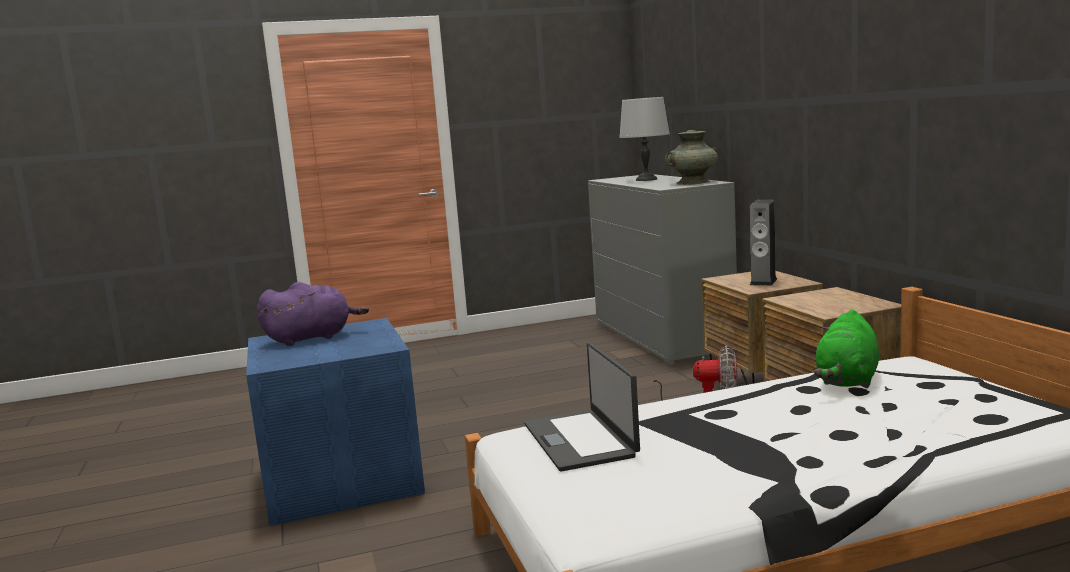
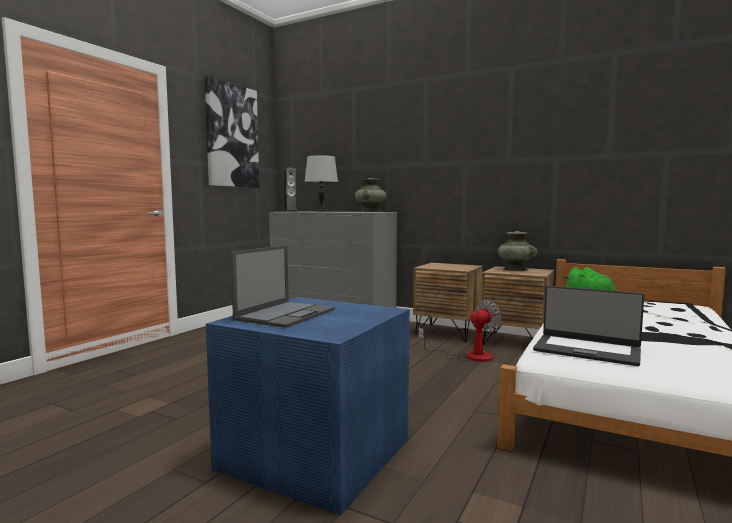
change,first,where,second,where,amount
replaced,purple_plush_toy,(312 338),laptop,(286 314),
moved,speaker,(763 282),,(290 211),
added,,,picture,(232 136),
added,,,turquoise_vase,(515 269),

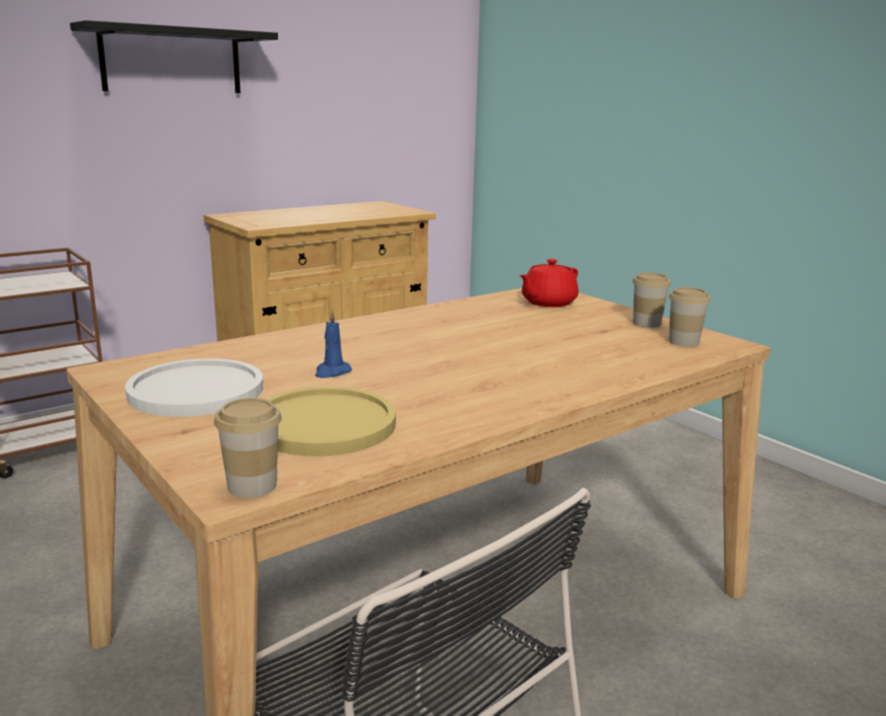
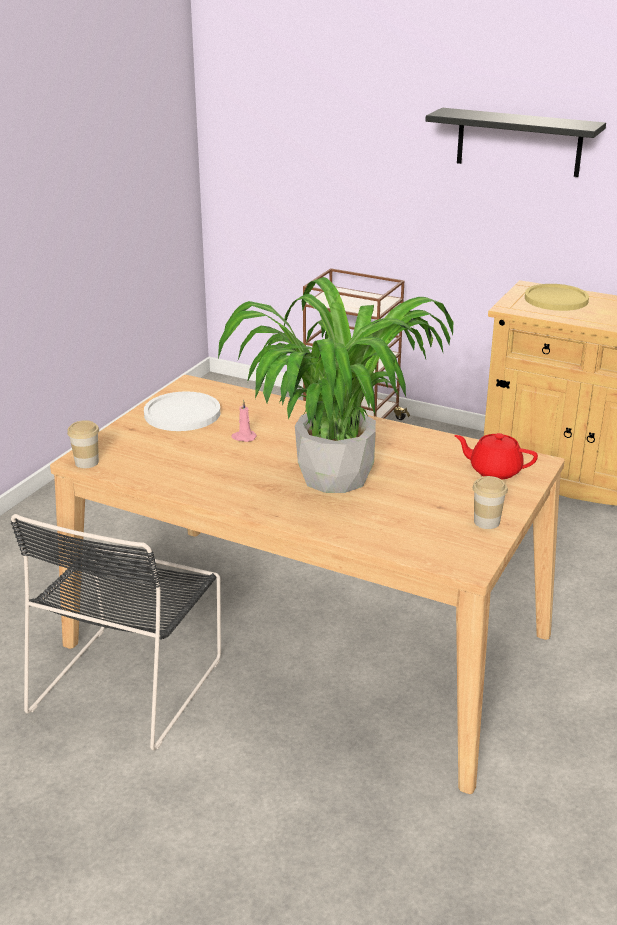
change,first,where,second,where,amount
moved,yellow_plate,(324 424),,(556 299),
recoloured,blue_candle,(332 372),pink_candle,(243 437),
removed,cup,(683 342),,,
added,,,potted_plant,(333 477),

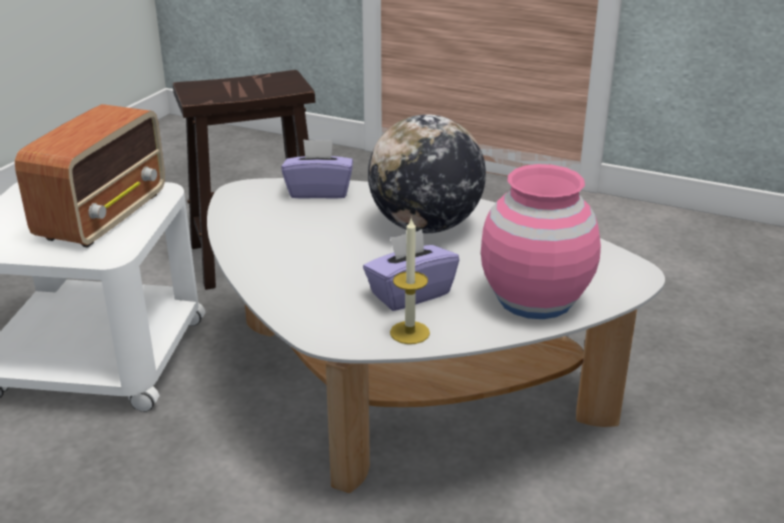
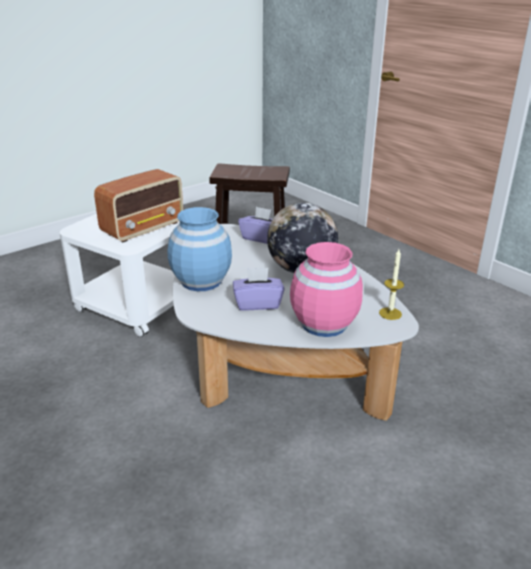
change,first,where,second,where,amount
moved,candle,(409 332),,(390 313),
added,,,blue_vase,(201 281),

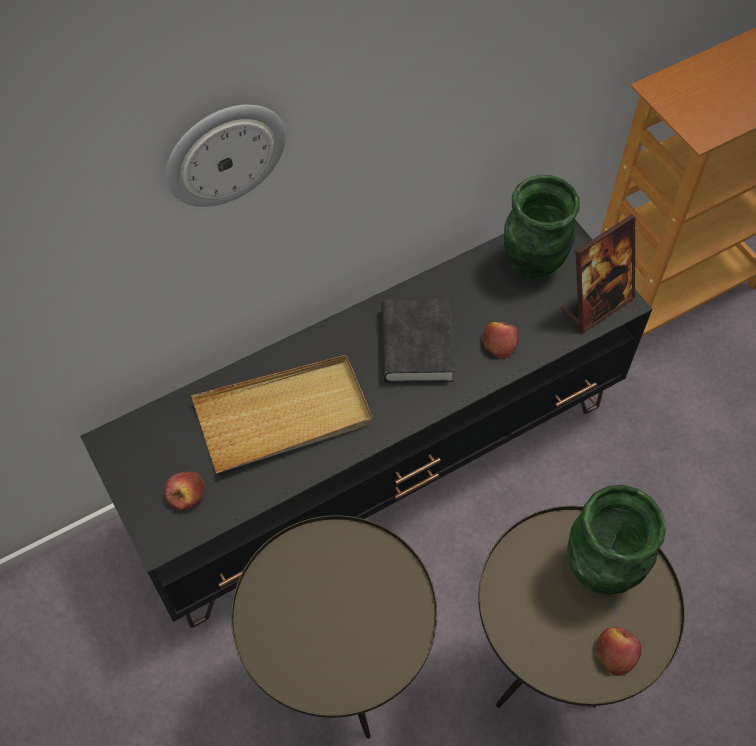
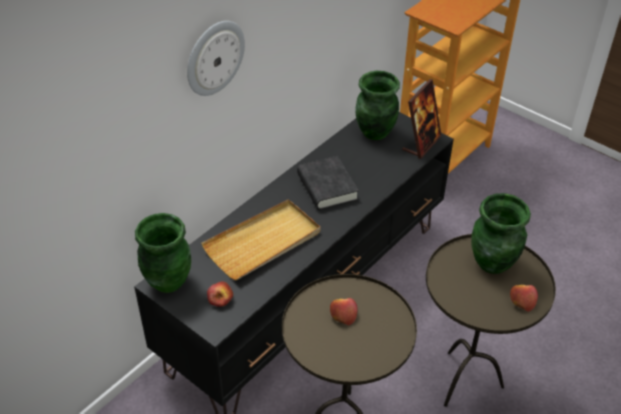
change,first,where,second,where,amount
moved,apple,(499 343),,(343 314),
added,,,green_vase,(168 281),

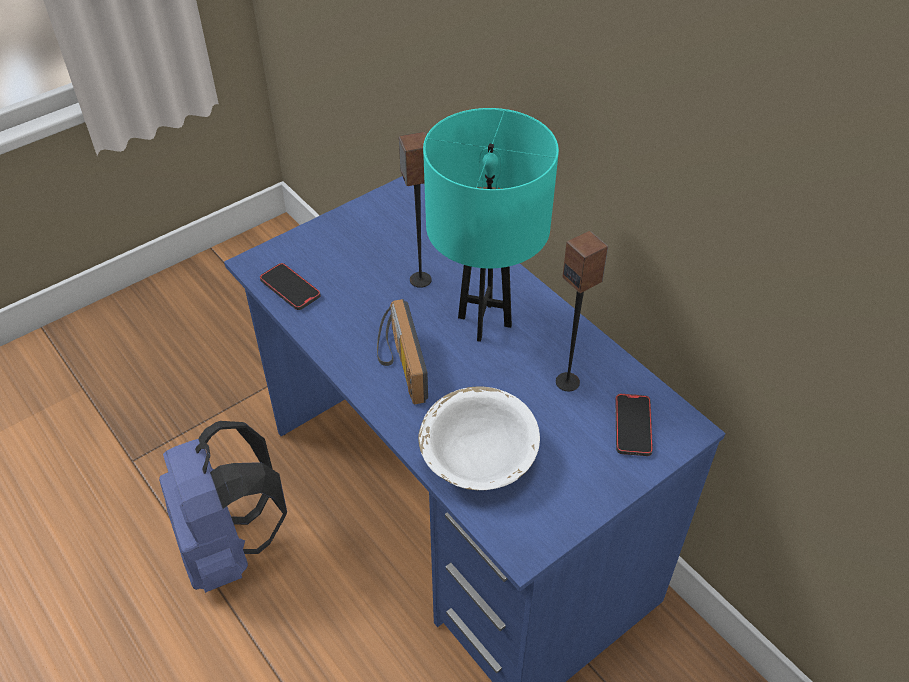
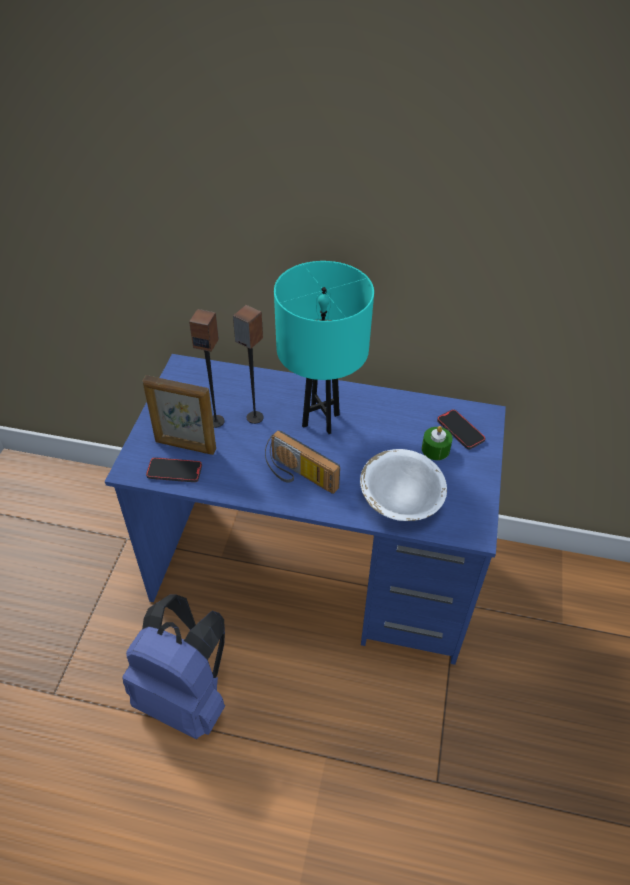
change,first,where,second,where,amount
moved,speaker,(568 382),,(216 421),
added,,,picture_frame,(185 446),
added,,,green_candle,(435 449),

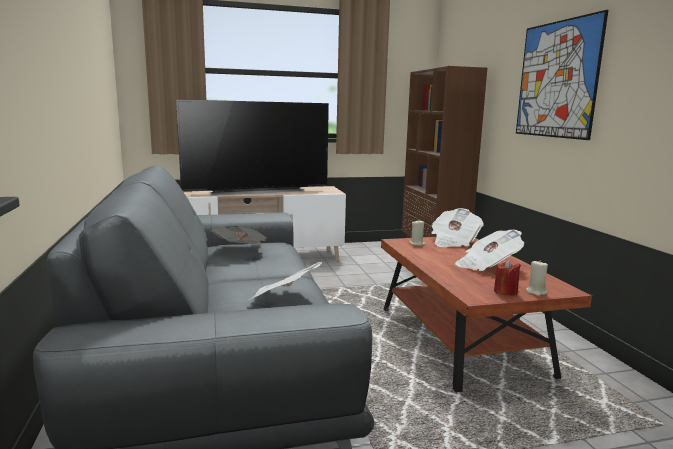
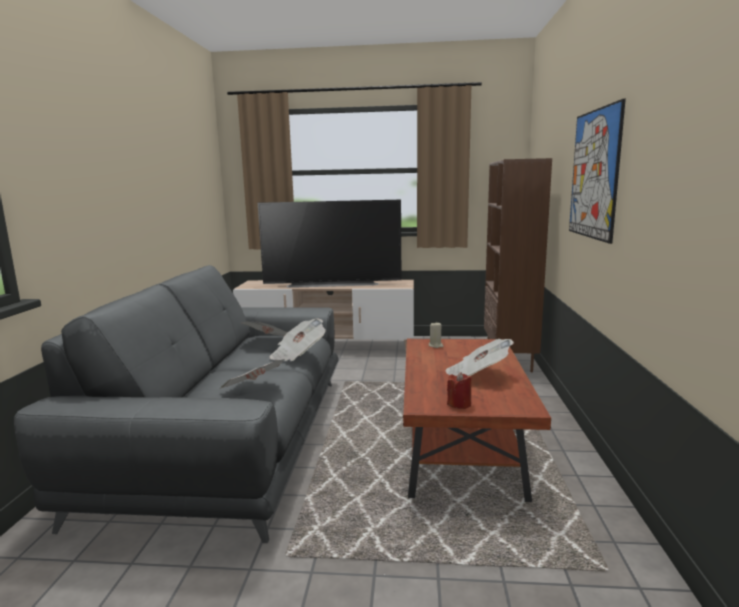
change,first,where,second,where,amount
moved,newspaper,(453 242),,(298 354),
removed,beige_candle,(536 292),,,

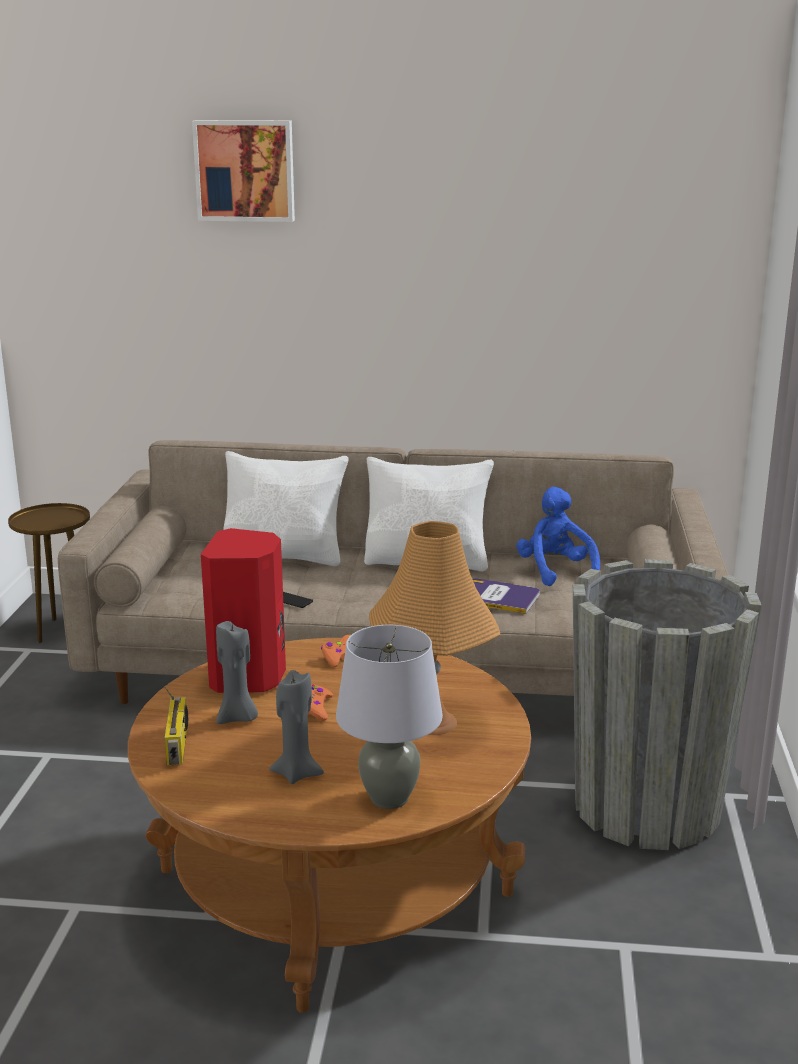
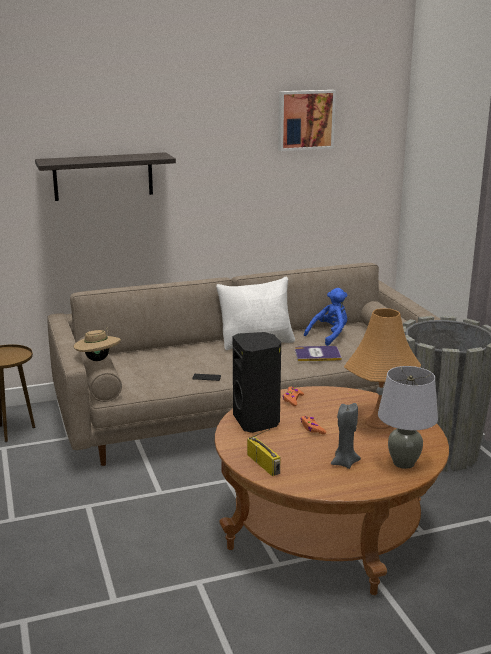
change,first,where,second,where,amount
moved,picture,(245 170),,(305 119),
recoloured,red_speaker,(249 678),black_speaker,(257 421),
removed,grey_candle,(238 718),,,
removed,white_pillow,(285 556),,,
turned,blue_plush_toy,(555 571),,(329 335),90 degrees clockwise
added,,,shelf,(103 176),
added,,,beige_hat,(98 359),

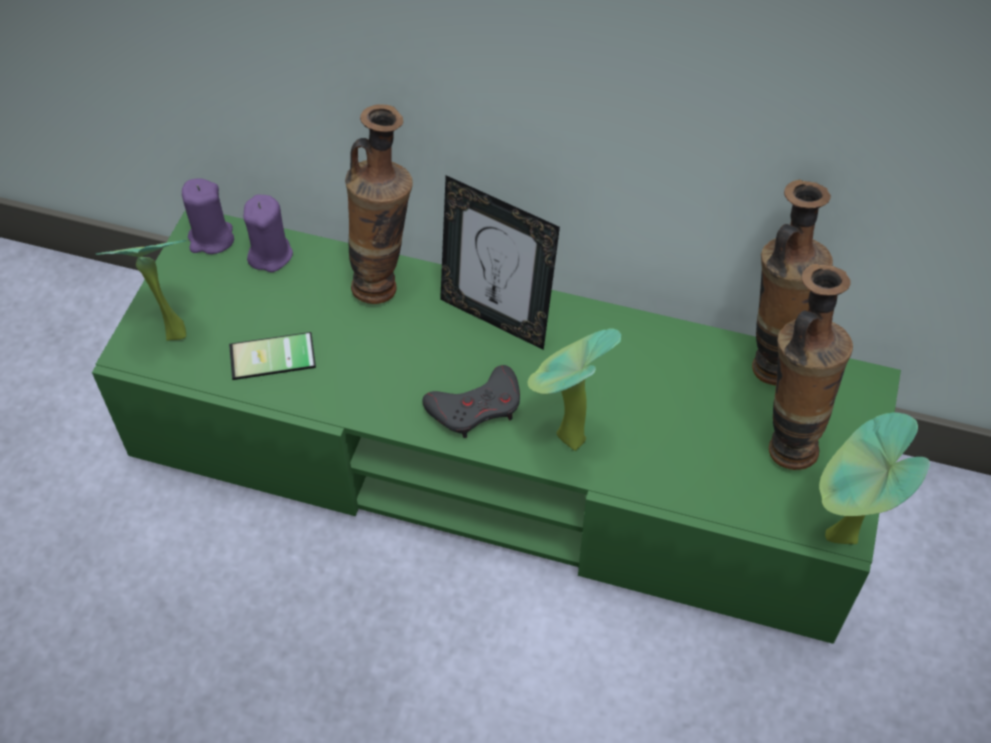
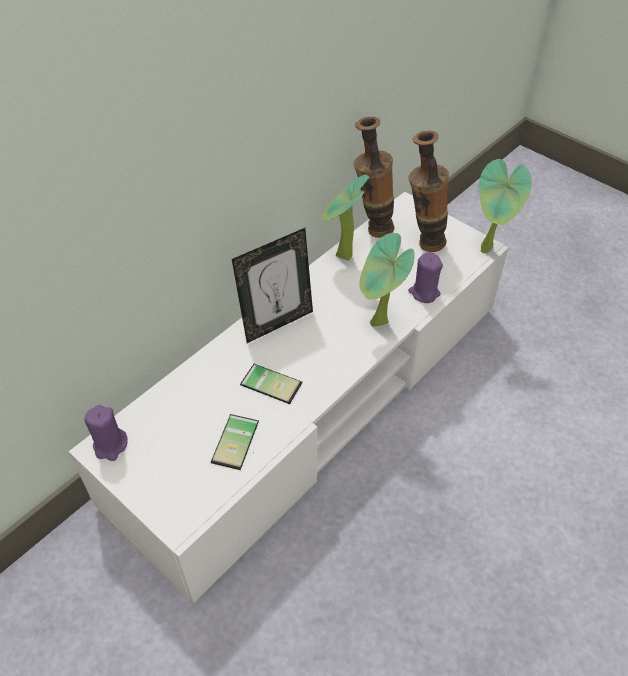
change,first,where,second,where,amount
recoloured,green_tv_stand,(496 460),white_tv_stand,(314 400),
moved,potted_plant,(170 329),,(341 258),
moved,purple_candle,(270 254),,(424 293),
removed,vase,(385 281),,,
removed,grey_game_controller,(476 407),,,
added,,,phone,(272 381),

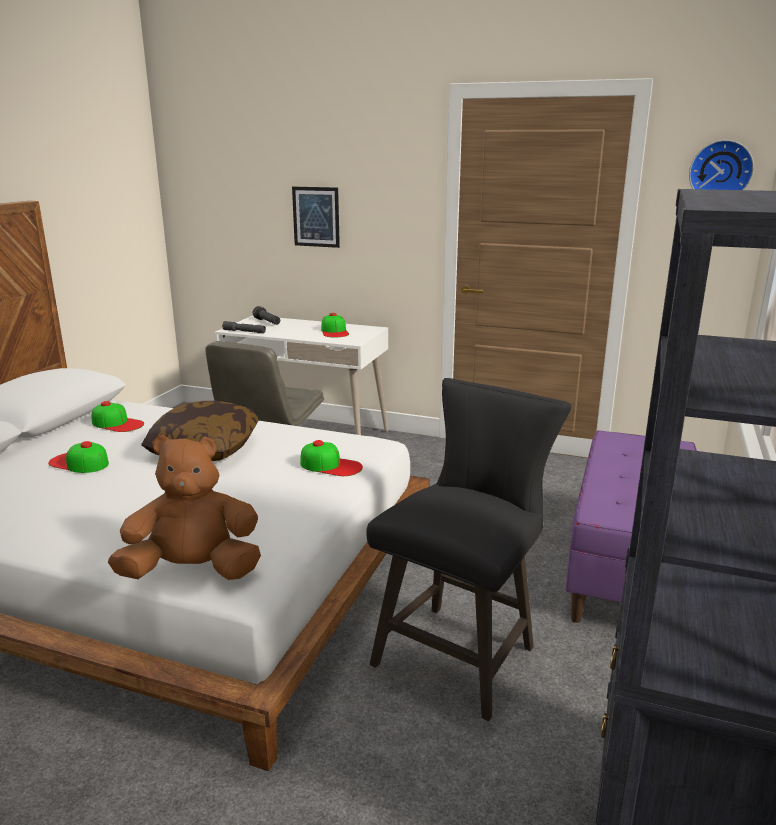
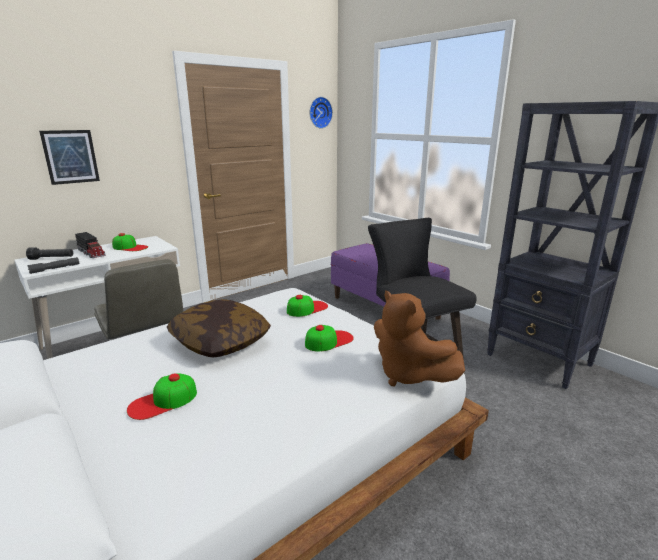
change,first,where,second,where,amount
moved,cap,(117 423),,(329 340),
turned,brown_plush_toy,(193 571),,(408 374),60 degrees counterclockwise
added,,,toy_truck,(91 253),

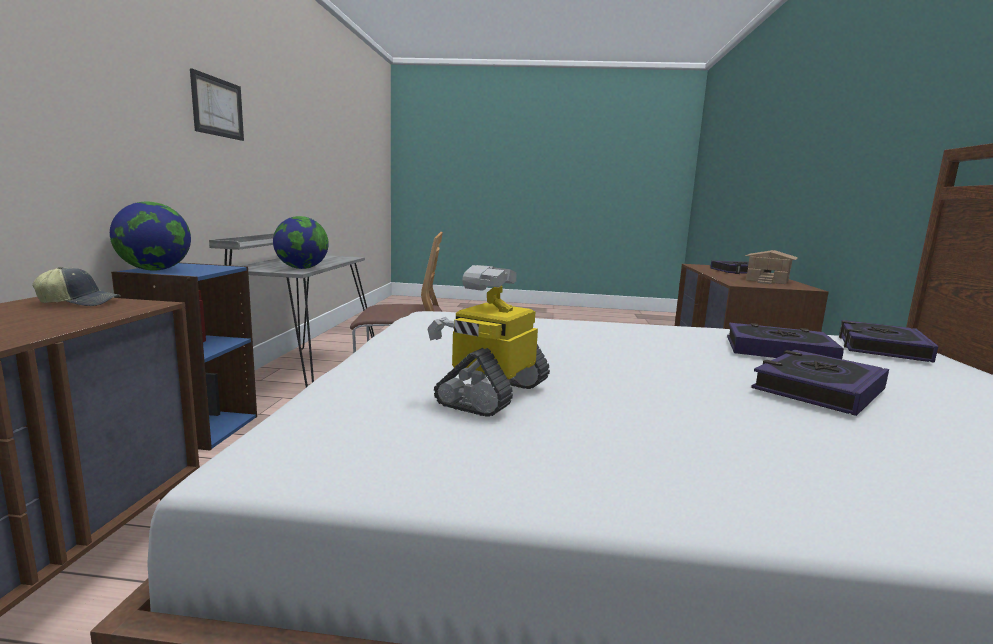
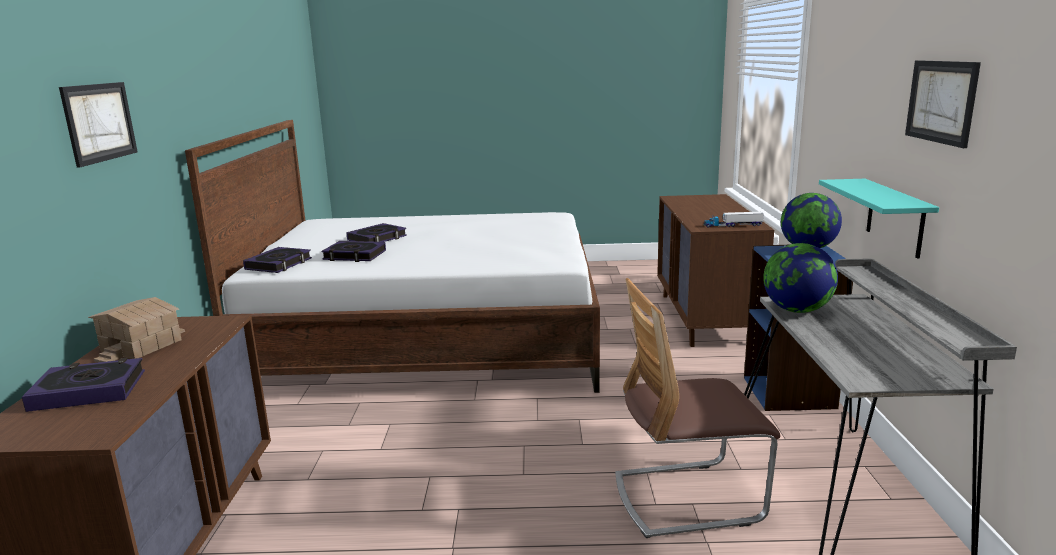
change,first,where,second,where,amount
replaced,cap,(80 302),toy_truck,(732 225),
removed,toy_robot,(492 393),,,
added,,,picture,(99 122),
added,,,turquoise_shelf,(895 217),

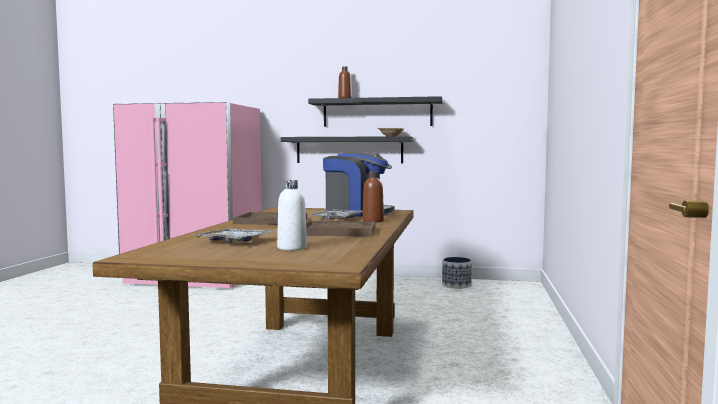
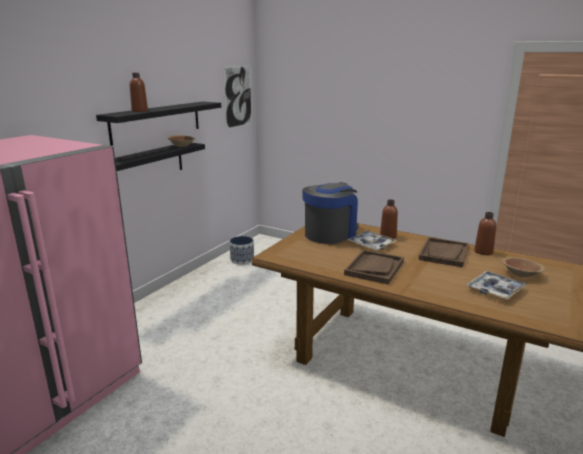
change,first,where,second,where,amount
replaced,white_bottle,(292 248),brown_bowl,(521 274),
added,,,picture,(238 96),
added,,,brown_bottle,(483 252),

